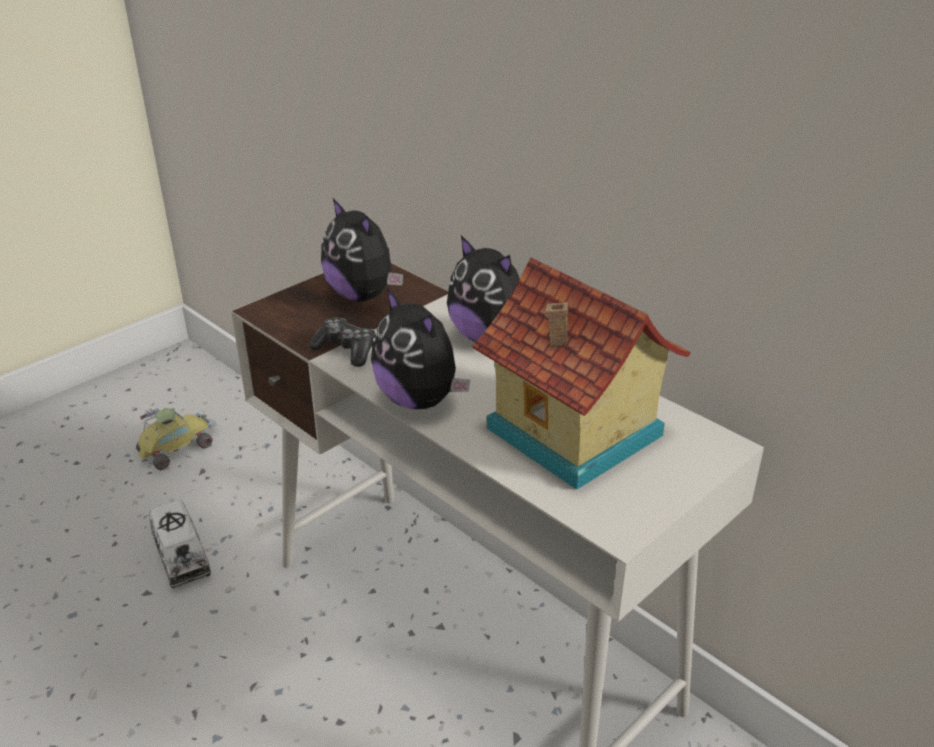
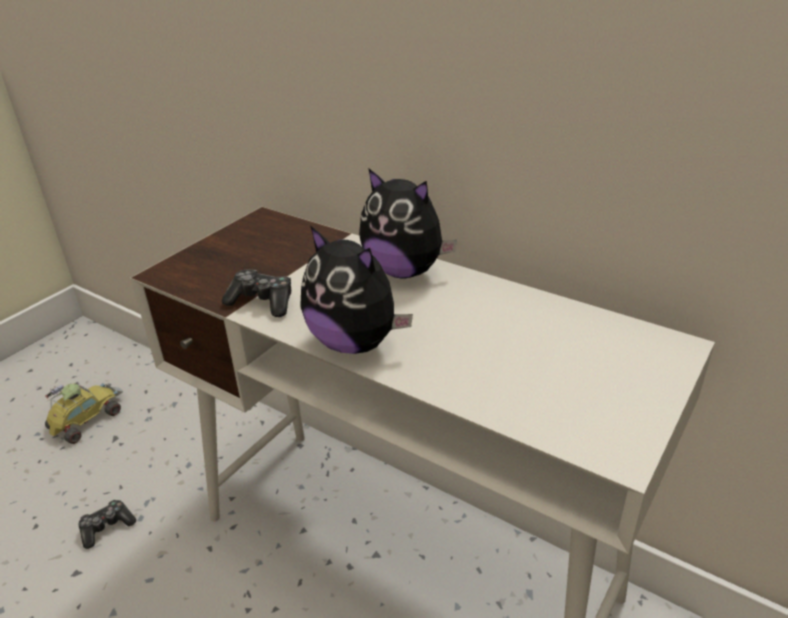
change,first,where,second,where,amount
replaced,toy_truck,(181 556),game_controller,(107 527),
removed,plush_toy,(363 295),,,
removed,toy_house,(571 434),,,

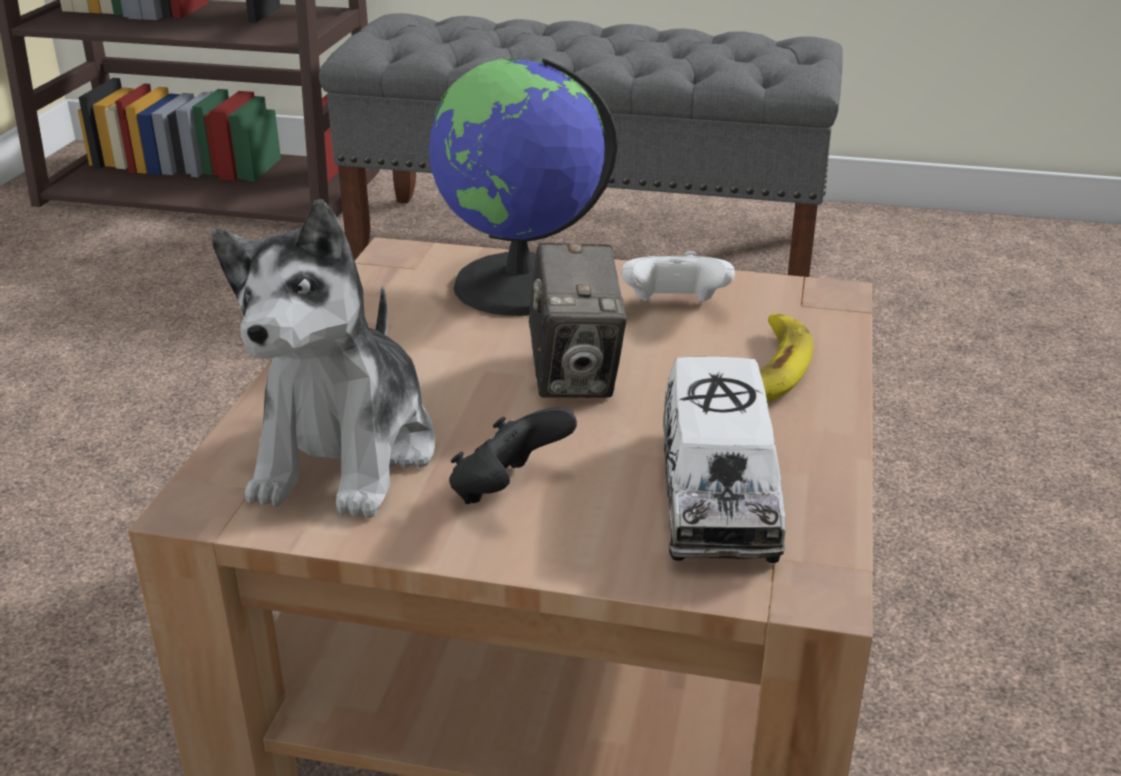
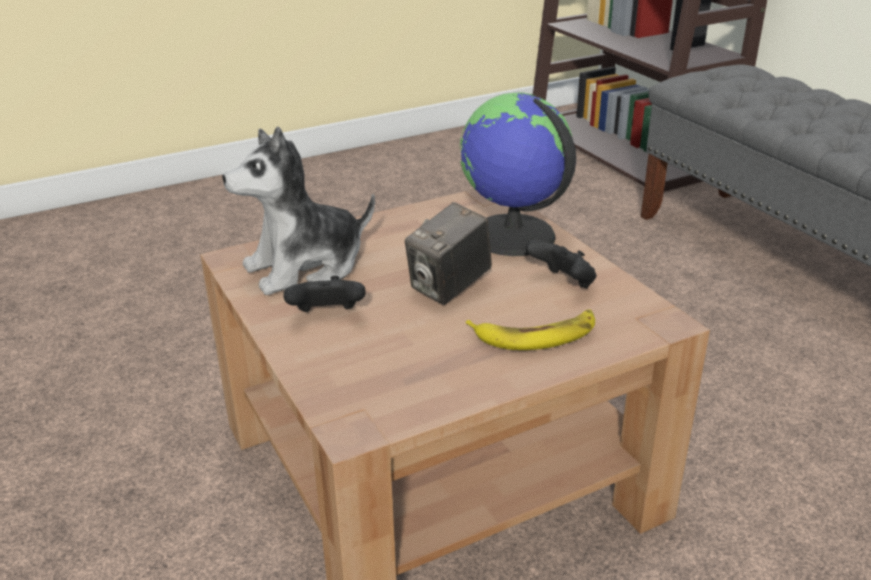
change,first,where,second,where,amount
recoloured,white_game_controller,(674 308),black_game_controller,(563 283),
removed,toy_truck,(717 495),,,

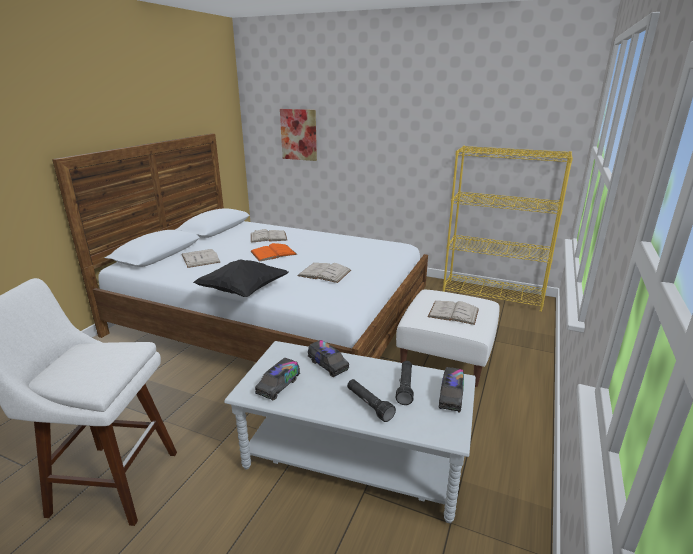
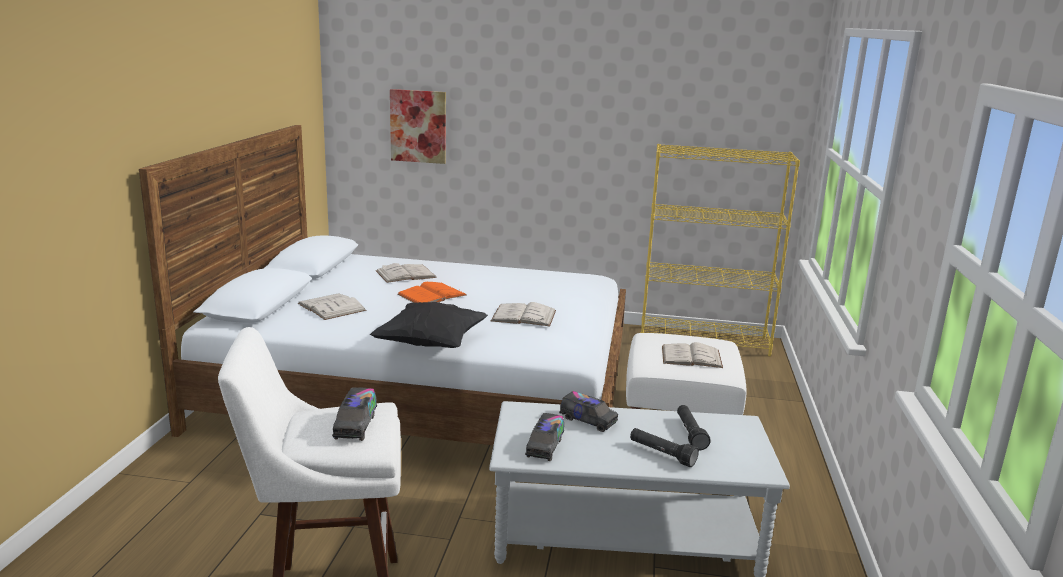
change,first,where,second,where,amount
moved,toy_truck,(451 396),,(356 425),

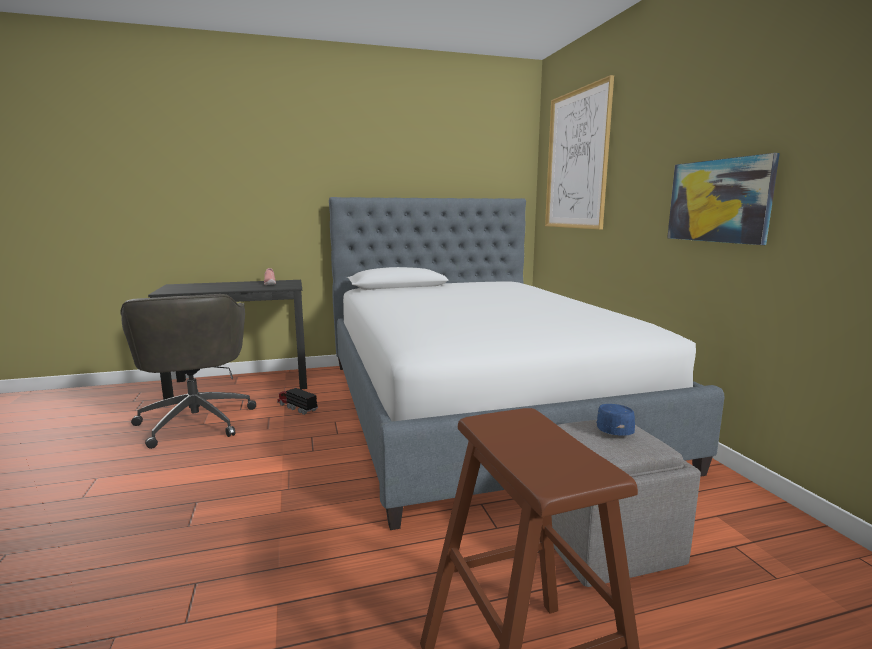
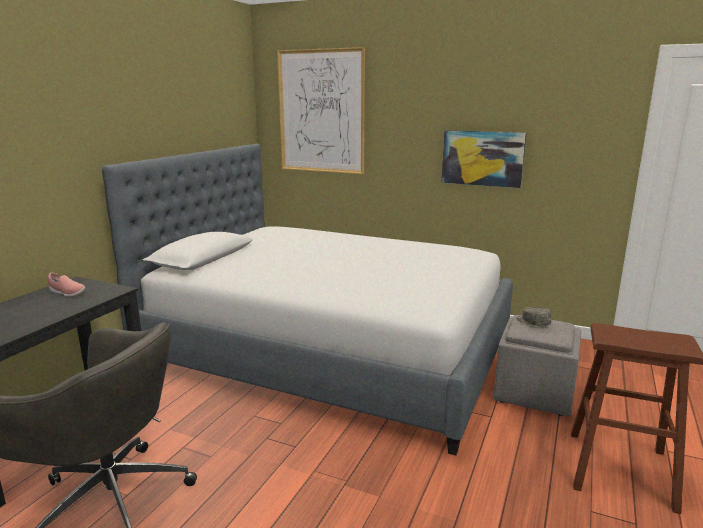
change,first,where,second,where,amount
removed,toy_truck,(296 407),,,
recoloured,blue_cap,(613 428),grey_cap,(532 322),

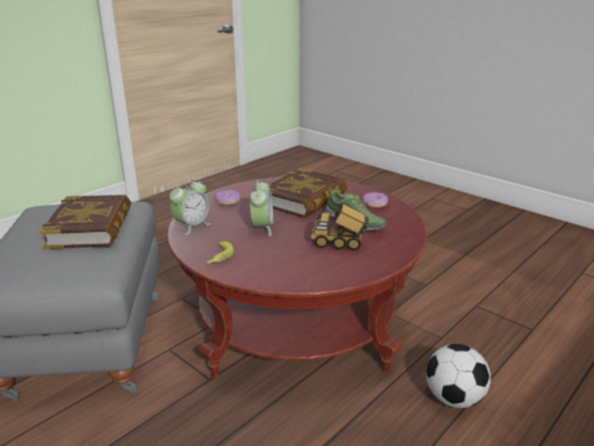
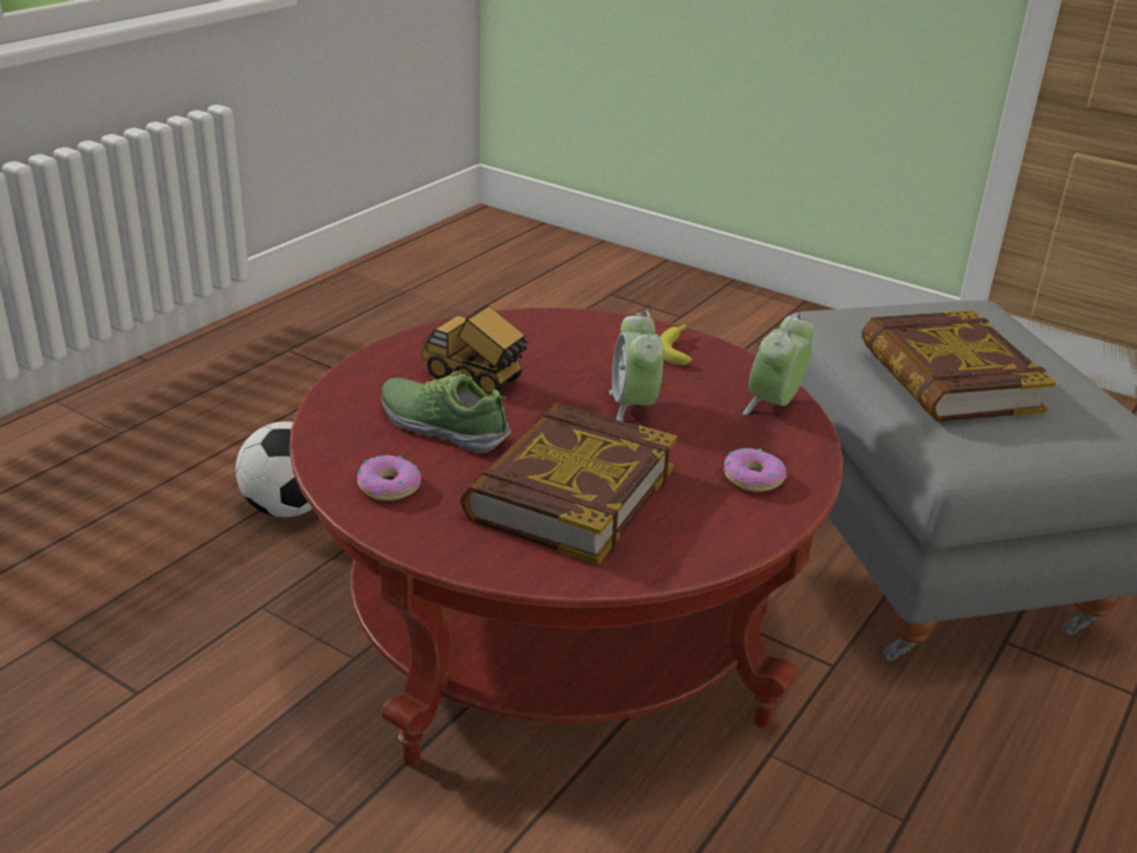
change,first,where,second,where,amount
turned,toy_truck,(339 243),,(476 379),150 degrees counterclockwise

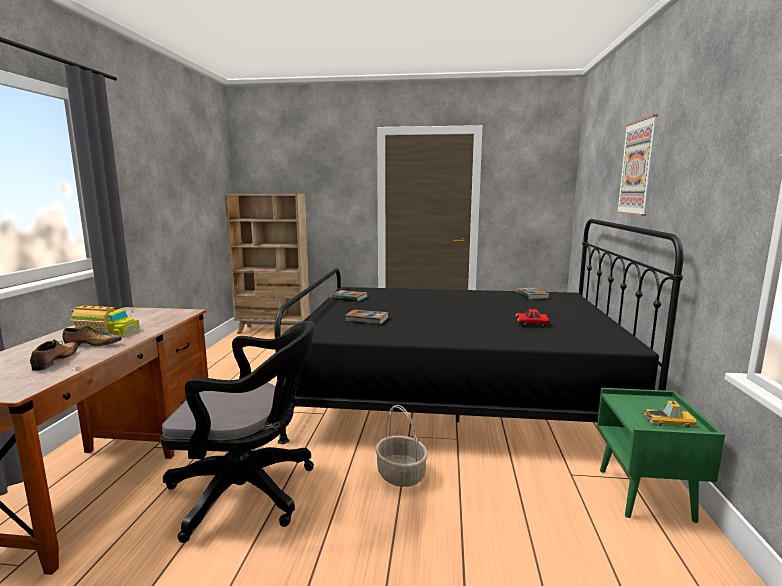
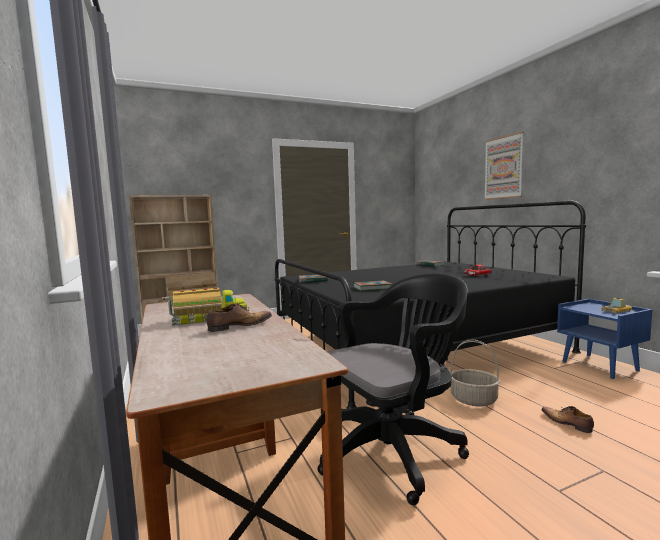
change,first,where,second,where,amount
moved,shoe,(55 361),,(567 423),
recoloured,green_nightstand,(646 495),blue_nightstand,(600 366),

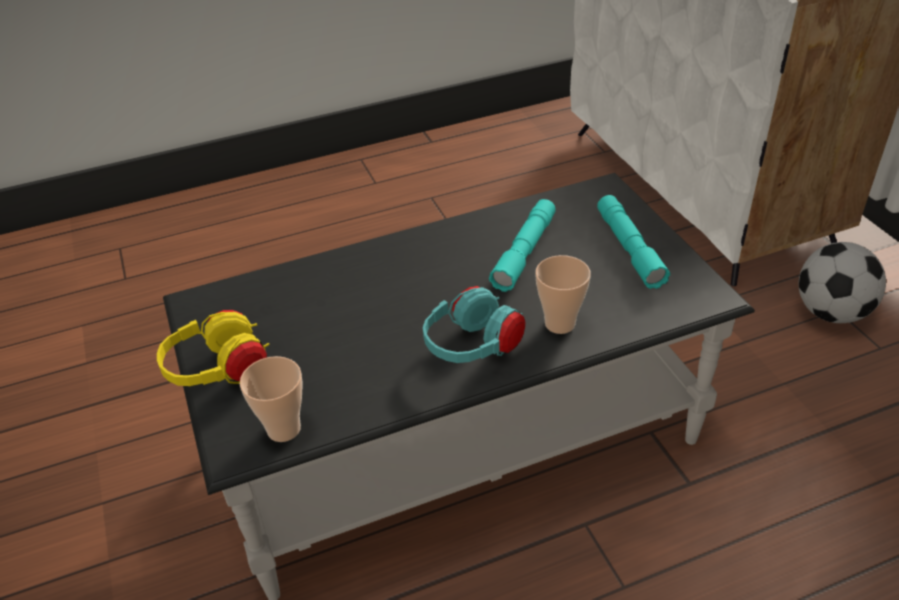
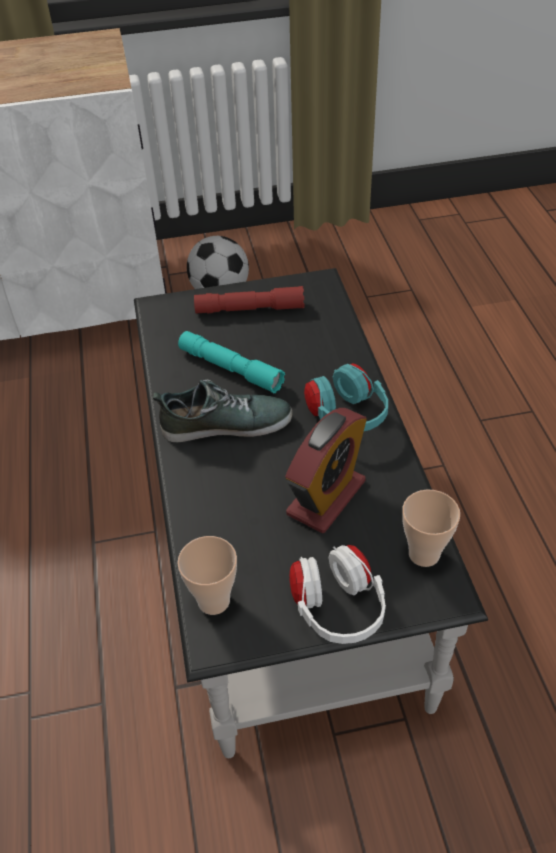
change,first,where,second,where,amount
recoloured,yellow_headphones,(219 371),white_headphones,(337 609),
moved,cup,(560 324),,(214 601),
recoloured,turquoise_flashlight,(629 249),red_flashlight,(249 309),
added,,,shoe,(226 423),
added,,,alarm_clock,(326 497),

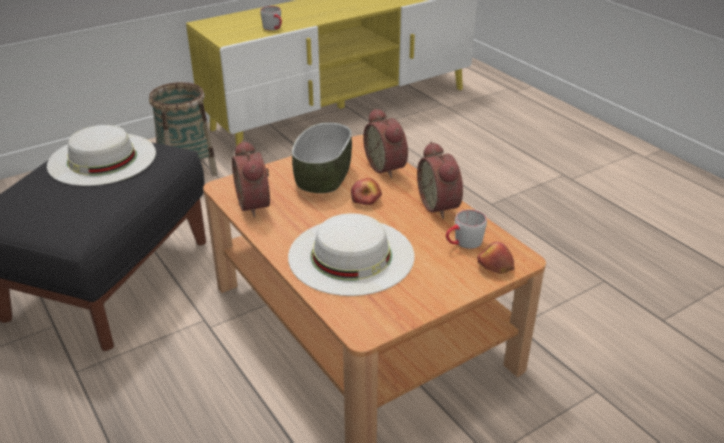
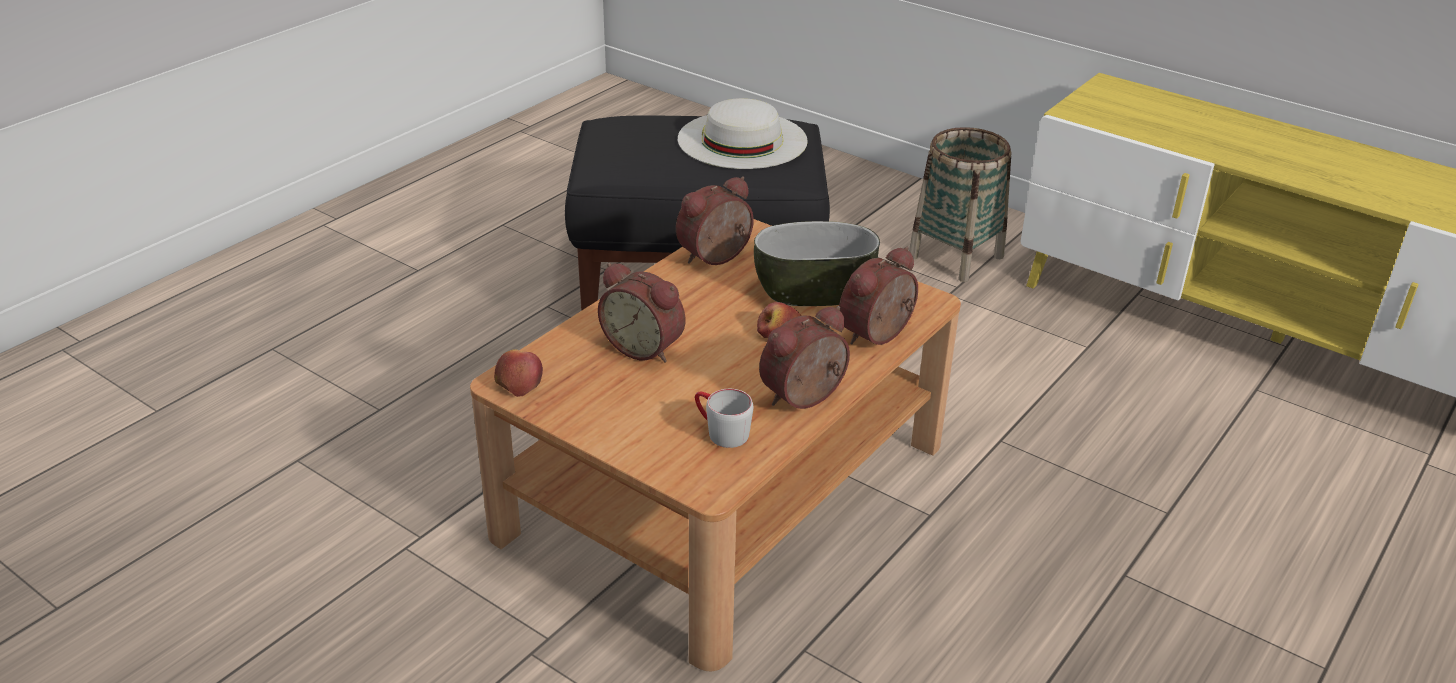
change,first,where,second,where,amount
removed,grey_mug,(274 28),,,
replaced,white_hat,(351 255),alarm_clock,(645 346),
moved,apple,(495 267),,(518 381),

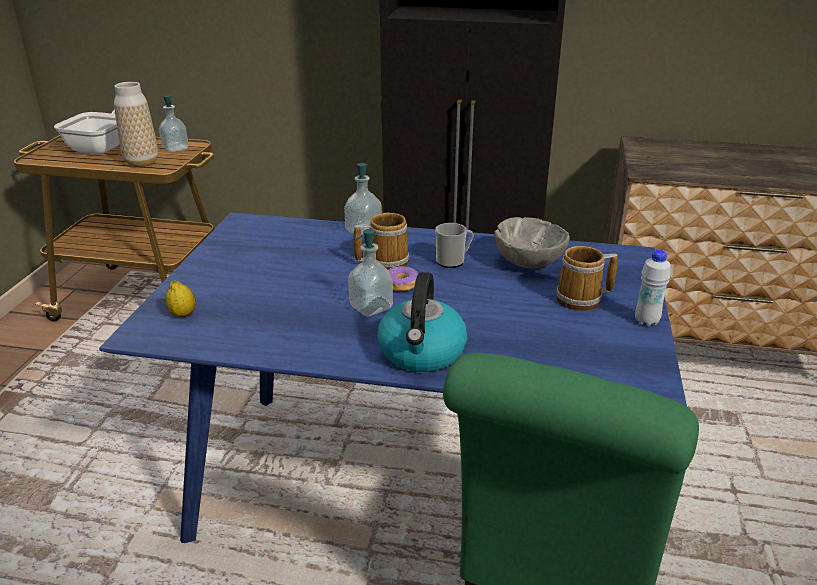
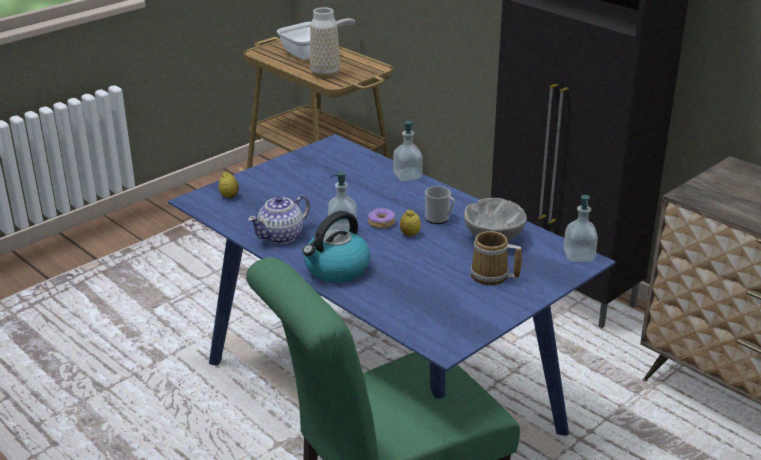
change,first,where,second,where,amount
moved,soap_dispenser,(175 148),,(578 256),
removed,mug,(385 261),,,
removed,white_bottle,(646 321),,,
added,,,teapot,(281 236),
added,,,lemon,(410 234),

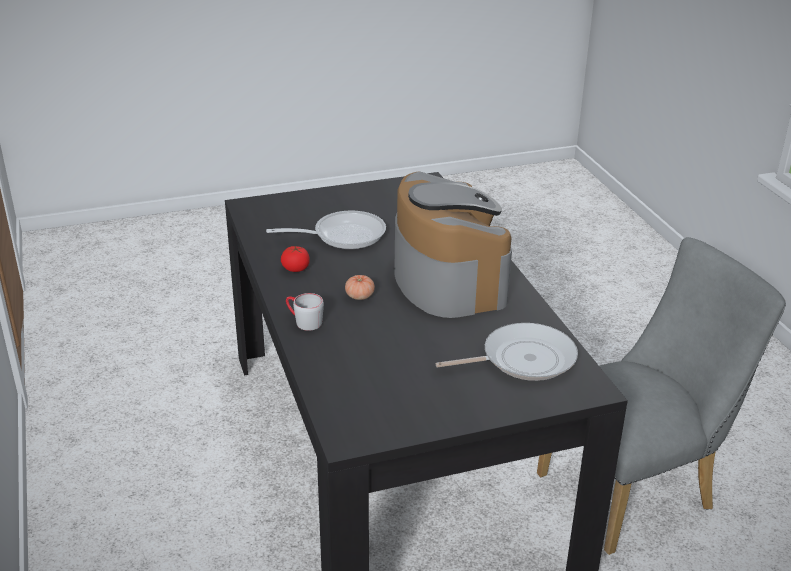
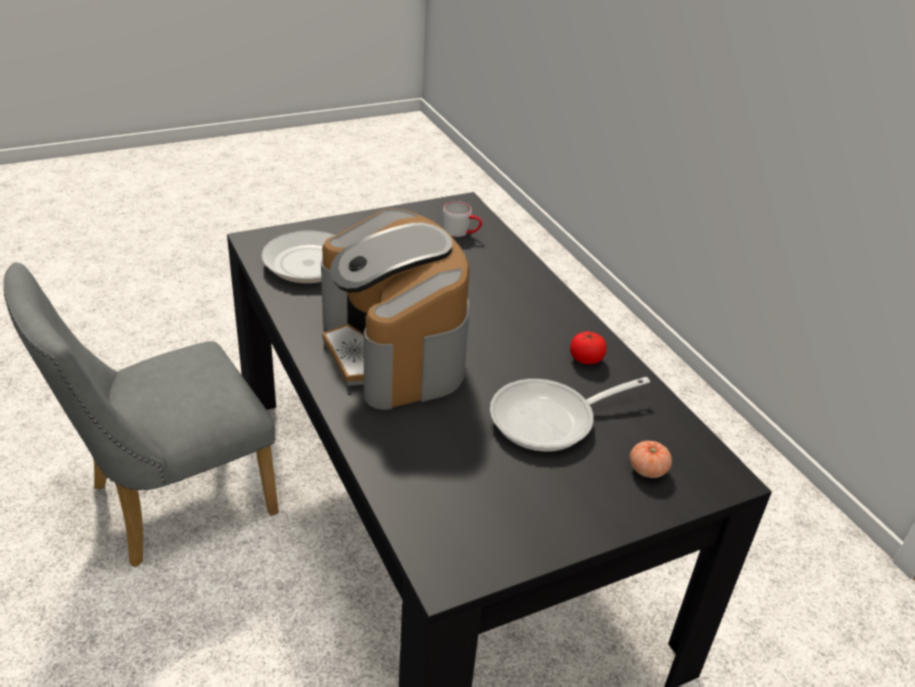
change,first,where,second,where,amount
moved,grey_mug,(303 321),,(462 232),
moved,tomato,(359 296),,(647 469),

